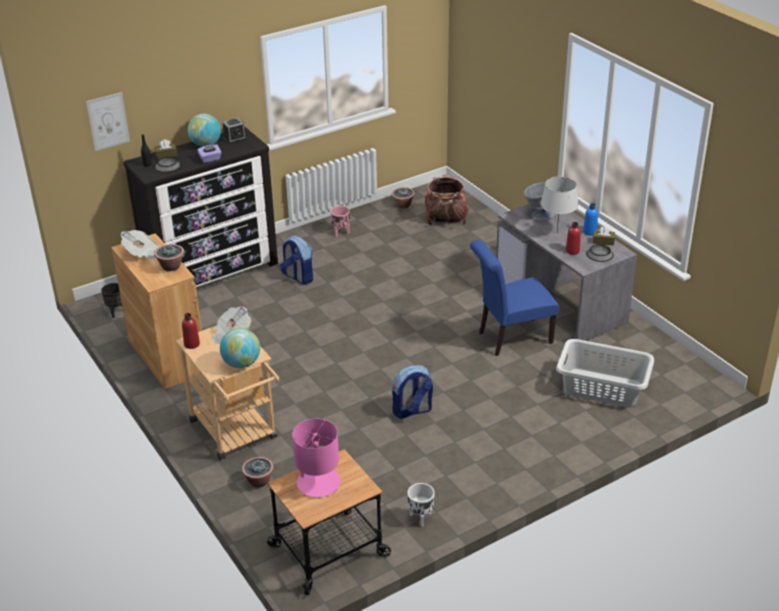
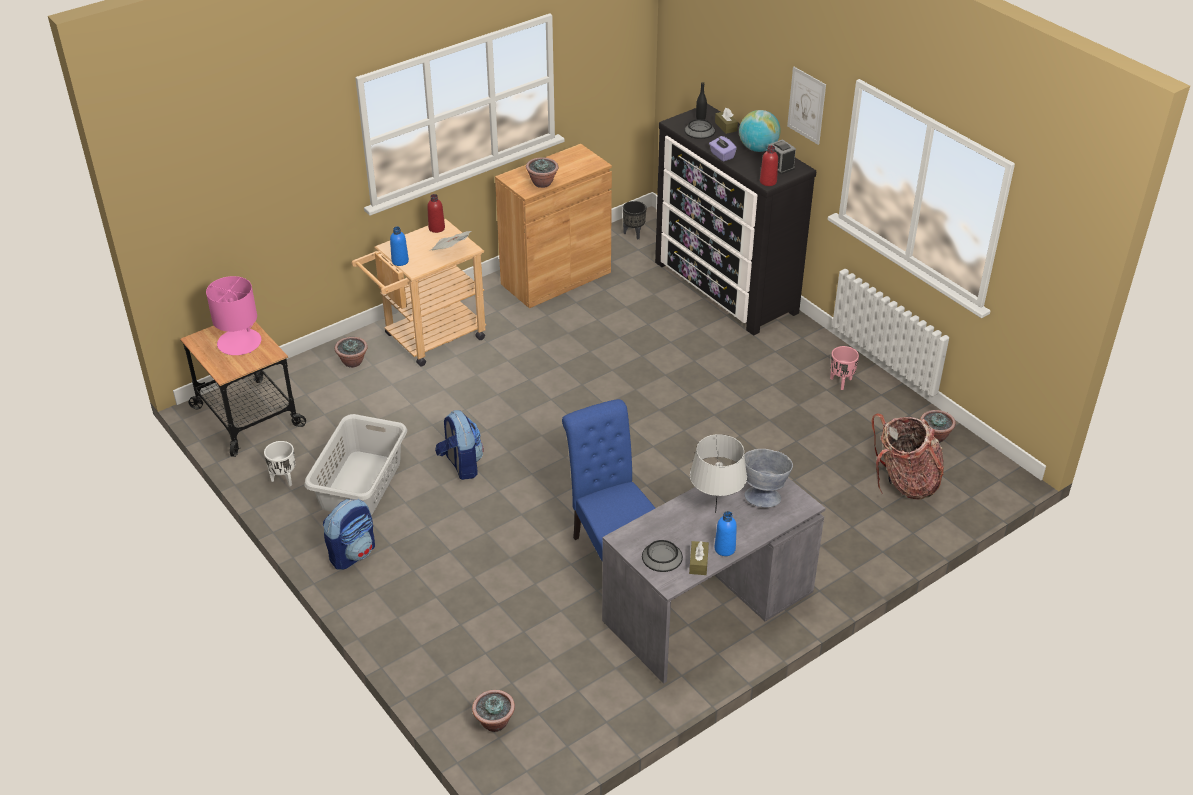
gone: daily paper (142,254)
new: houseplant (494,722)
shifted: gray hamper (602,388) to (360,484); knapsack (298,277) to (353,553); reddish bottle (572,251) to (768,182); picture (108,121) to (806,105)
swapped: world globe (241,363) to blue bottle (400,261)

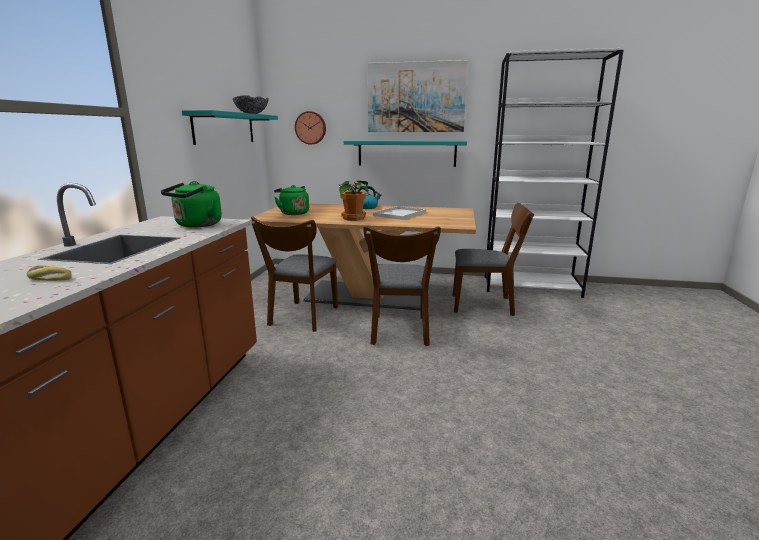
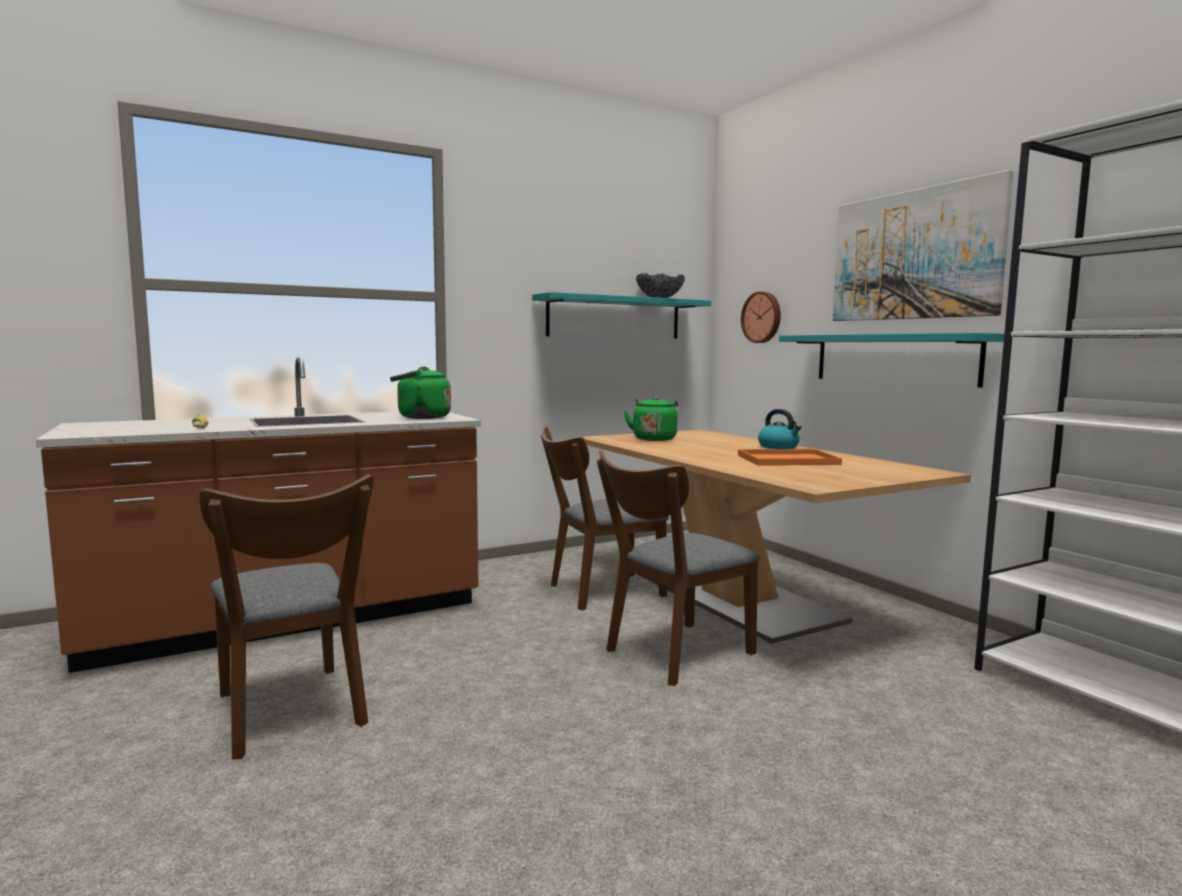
gone: houseplant (352,218)
shifted: brown-coloured upright chair (487,305) to (292,715)
repainted: white serving tray (399,214) to orangey serving tray (786,460)

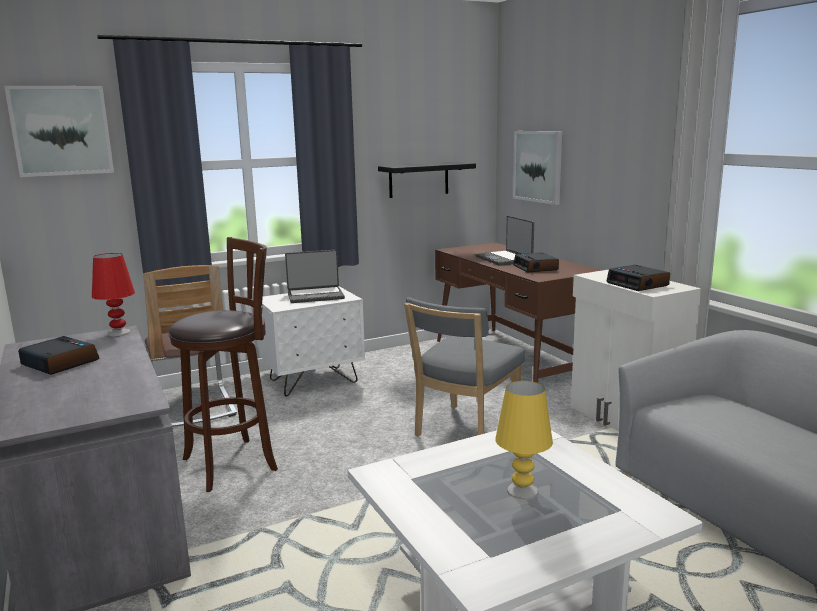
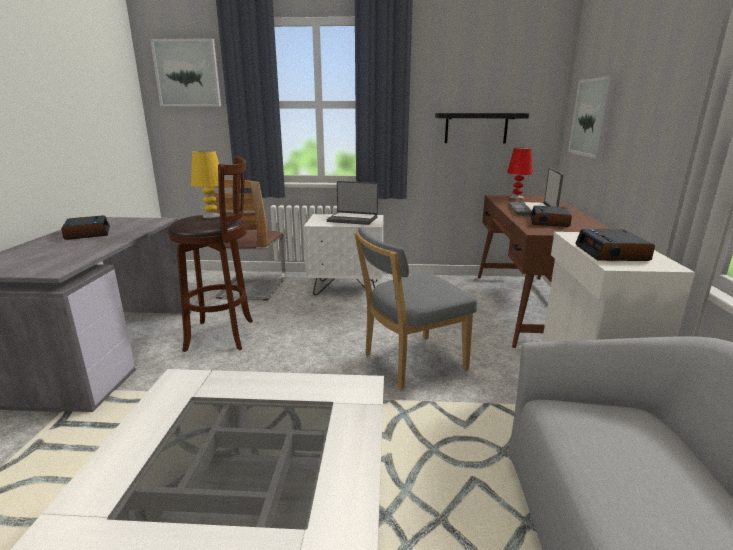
shifted: yellow tabletop lamp (522,491) to (211,216); reddish tabletop lamp (118,333) to (516,197)

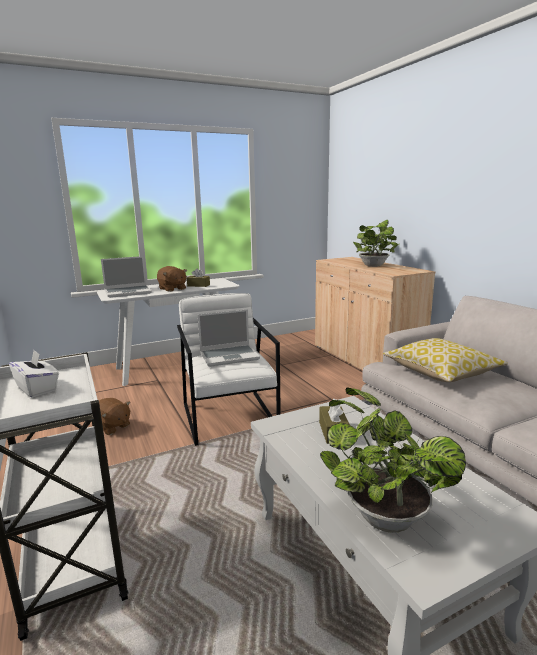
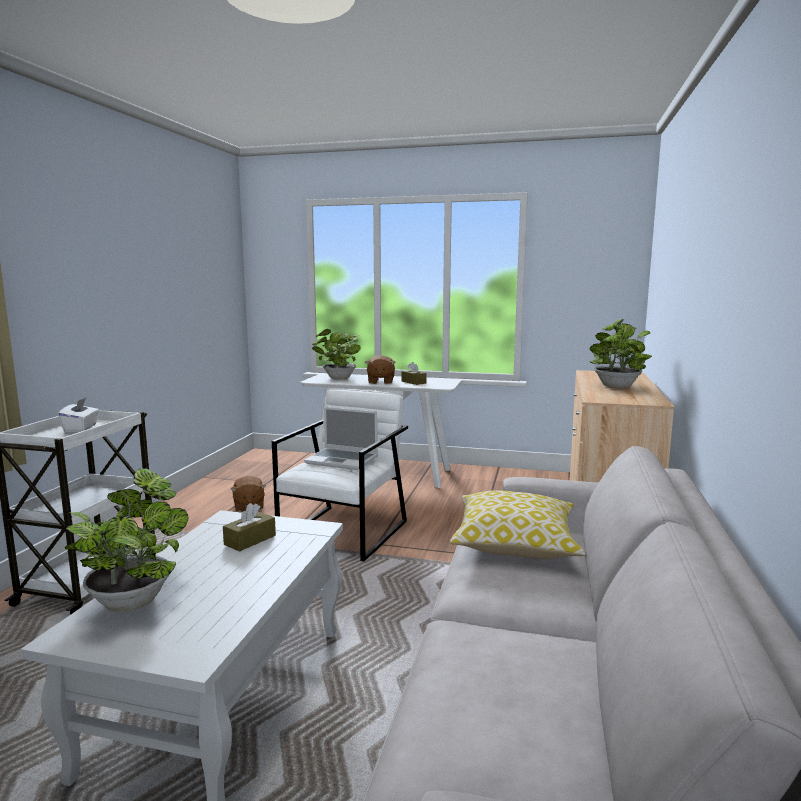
swapped: portable computer (128,292) to houseplant (338,378)

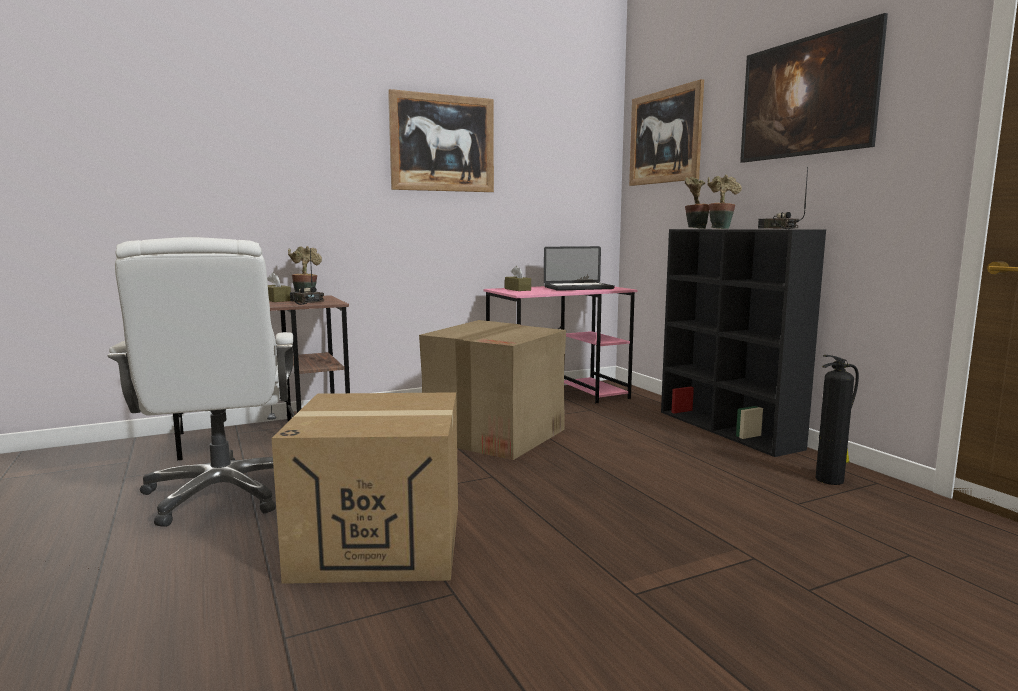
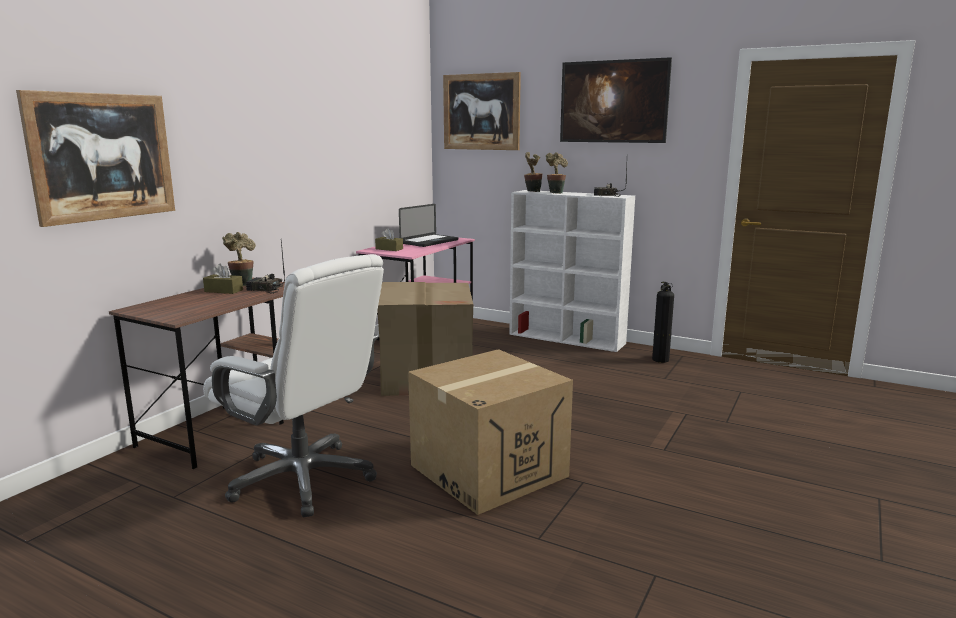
shifted: picture (442,143) to (103,157)
repainted: blackish shelving unit (728,430) to white shelving unit (567,339)

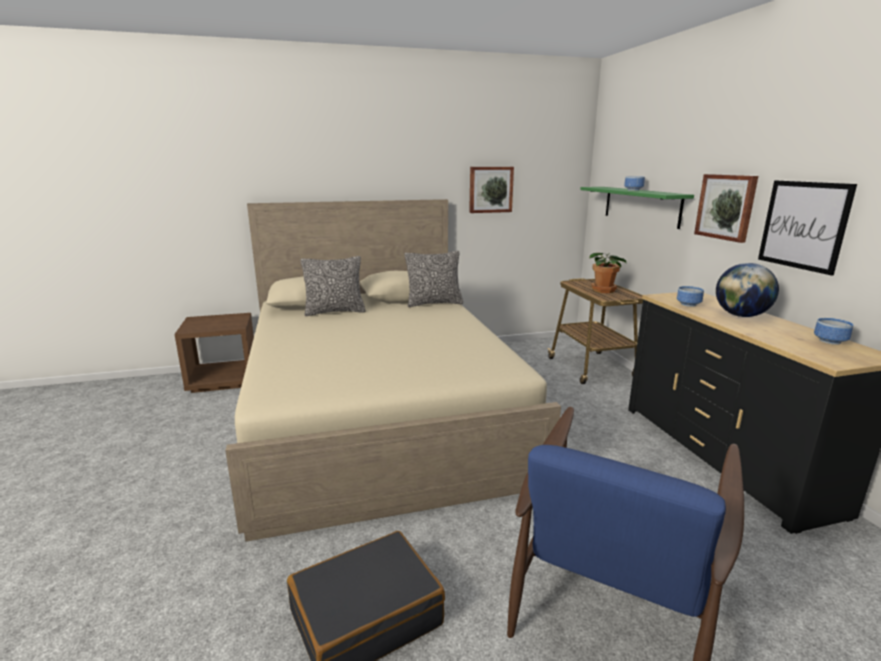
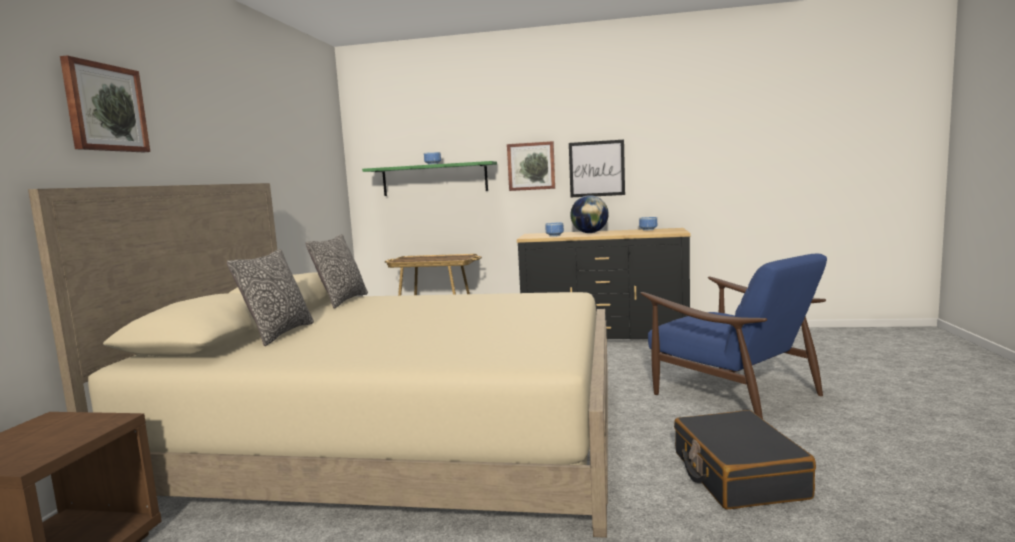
gone: houseplant (604,290)
shifted: picture (490,189) to (105,108)

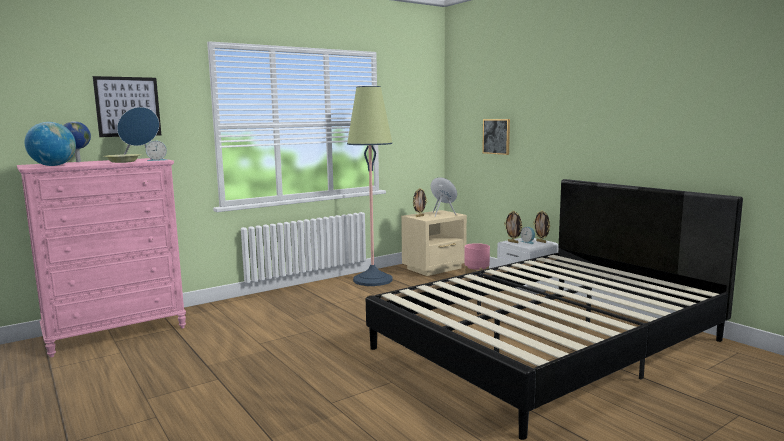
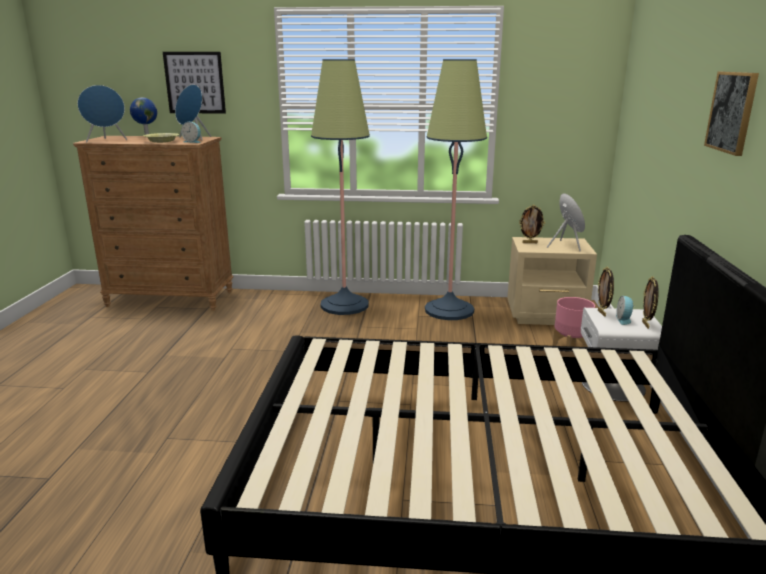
new: standing lamp (344,305)
shifted: picture (496,136) to (732,112)
swapped: world globe (53,165) to blue audio speaker (107,140)
repainted: pink dresser (116,332) to brown-coloured dresser (171,298)

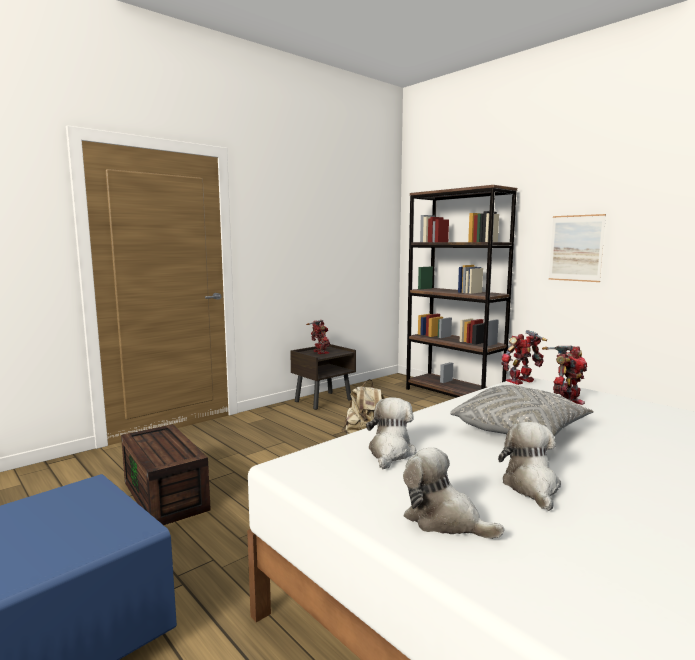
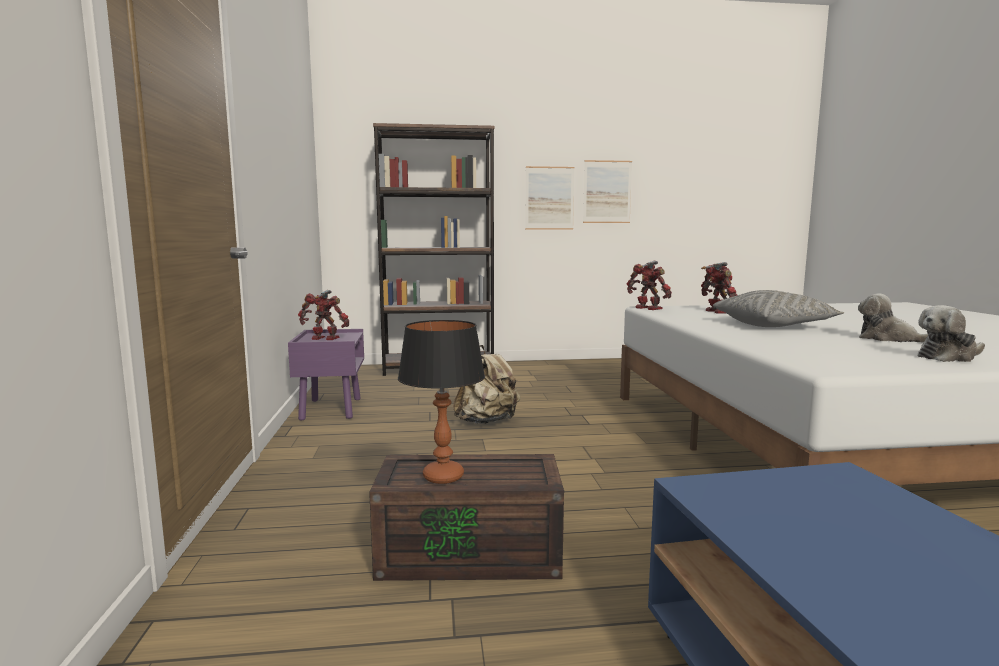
gone: plush toy (390,453)
new: tabletop lamp (443,477); picture (607,192)
repainted: brown-coloured night table (323,400) to purplish night table (331,409)
rotated: model robot (521,381) = (647,308) 135 degrees clockwise

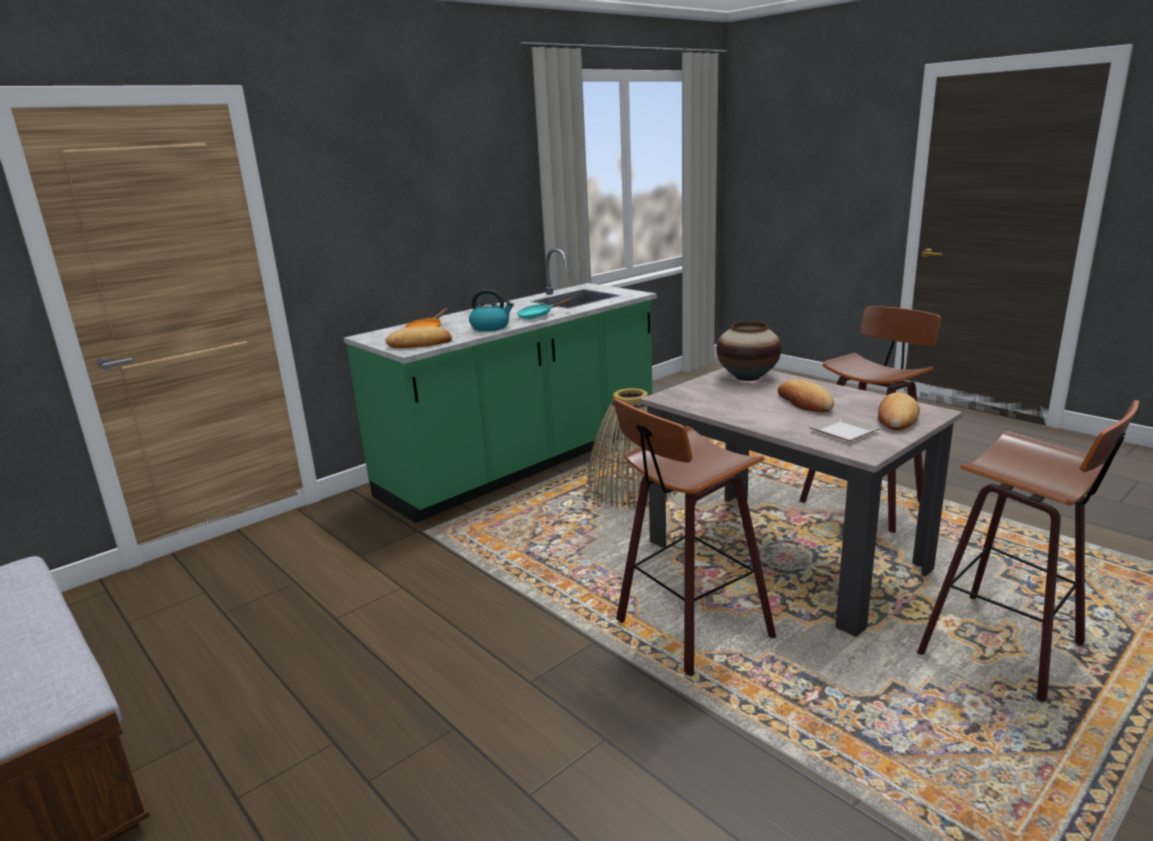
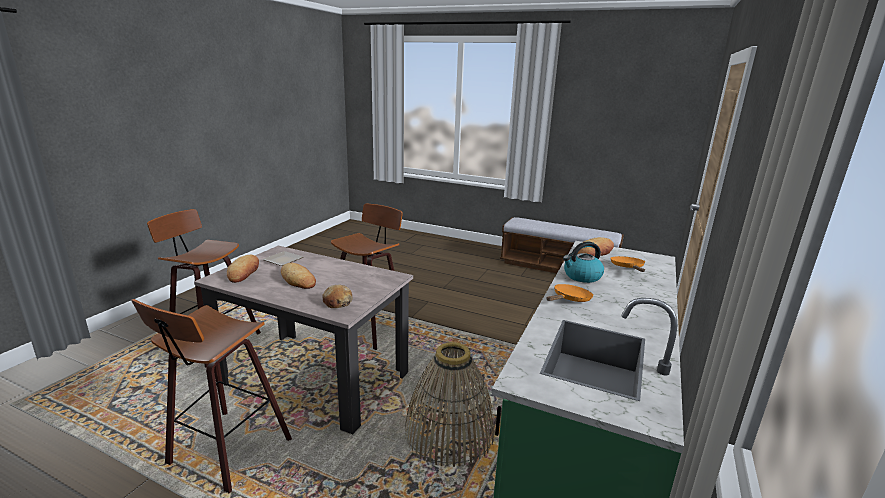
swapped: decorative vase (747,377) to bakery bread (337,302)
repainted: blue-green skillet (538,316) to orangey skillet (569,299)

